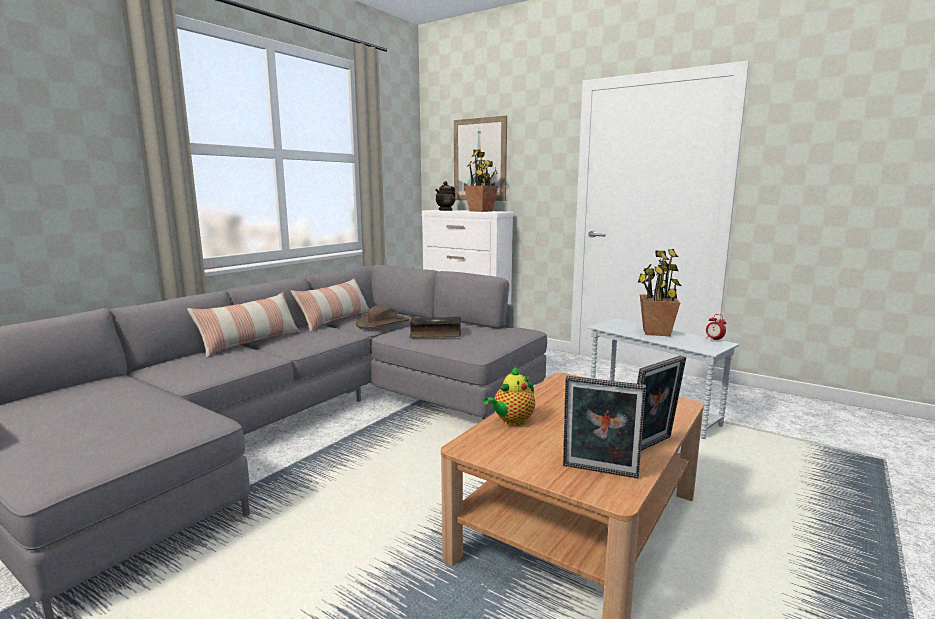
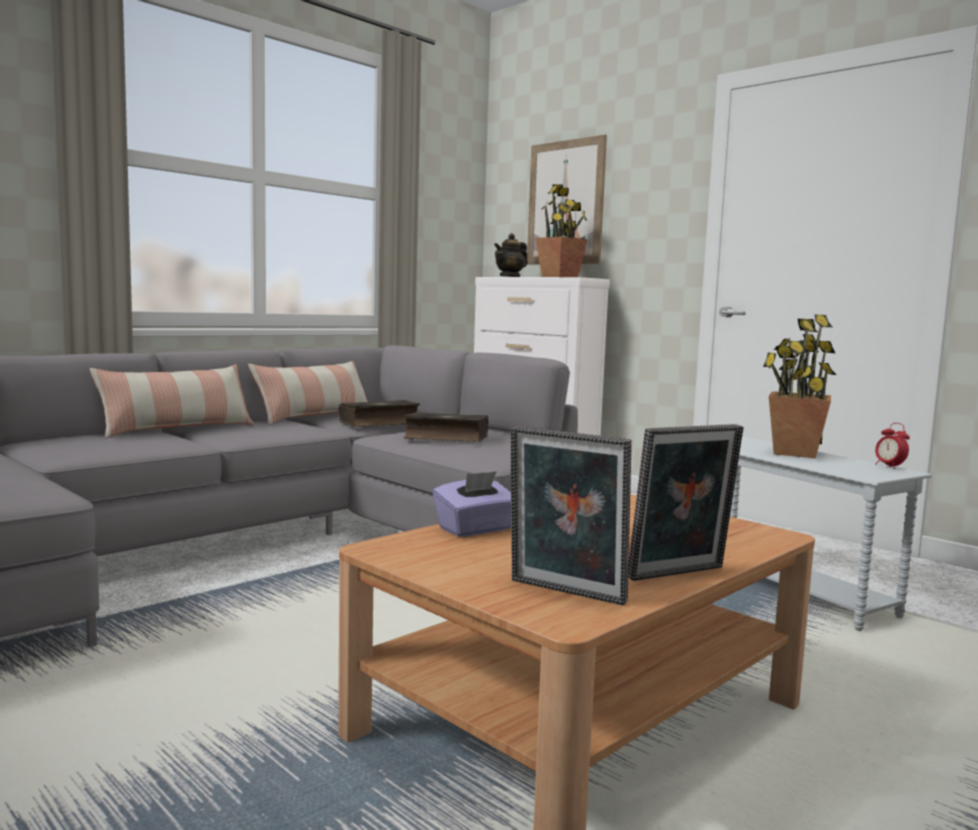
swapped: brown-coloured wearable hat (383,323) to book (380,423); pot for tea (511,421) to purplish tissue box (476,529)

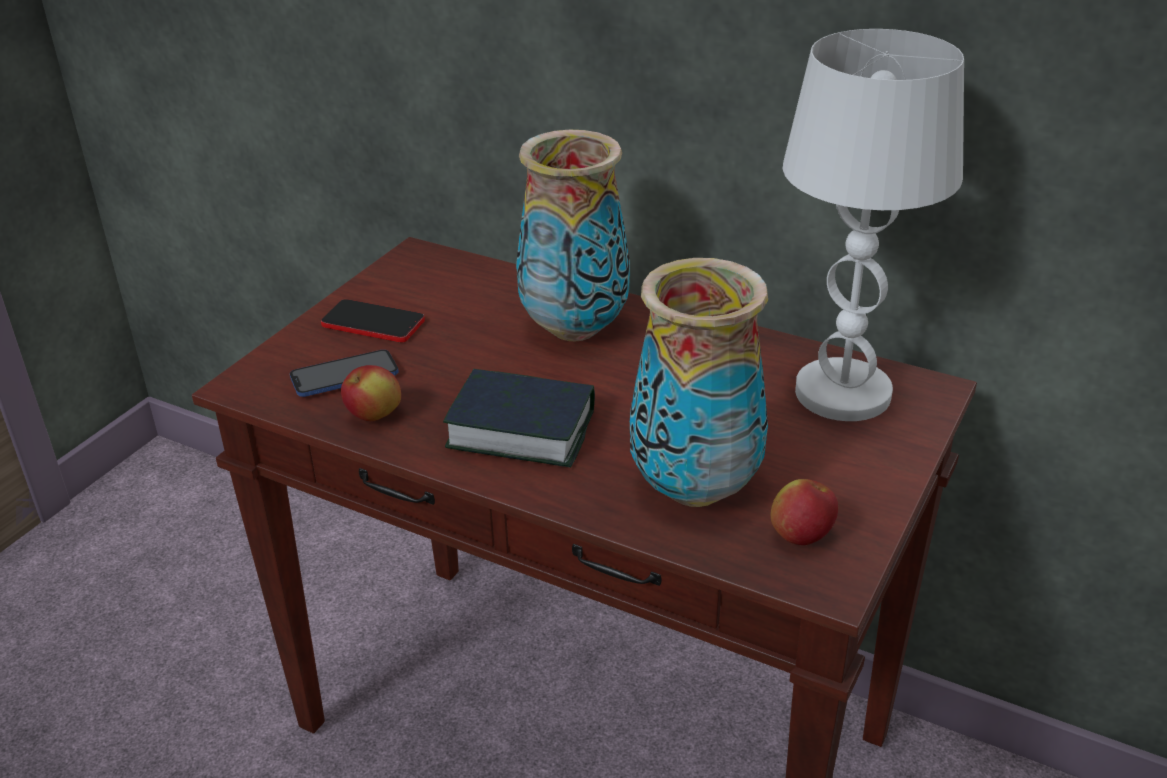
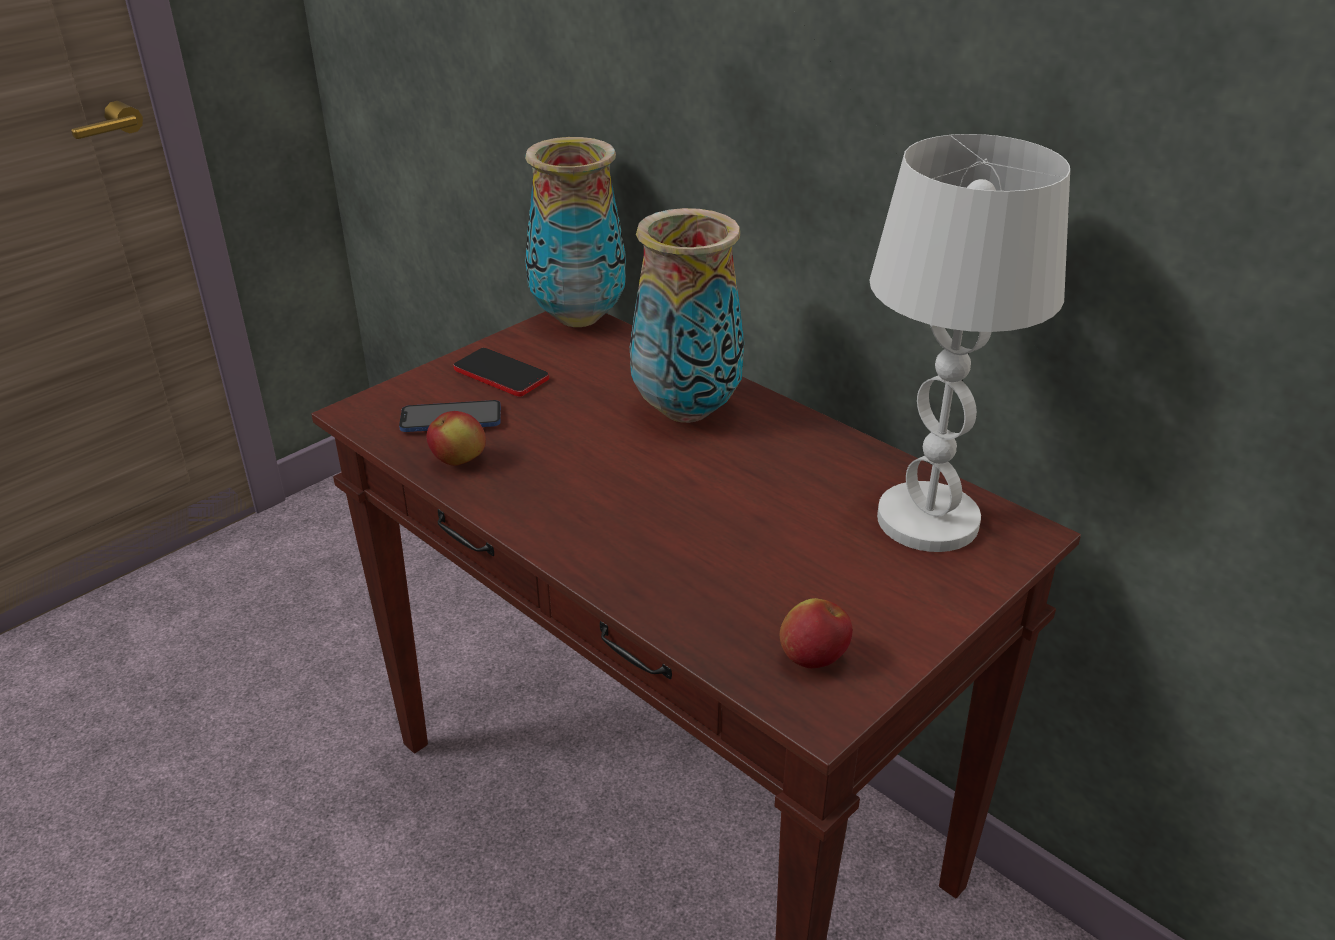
gone: book (521,429)
shifted: decorative vase (693,489) to (577,317)

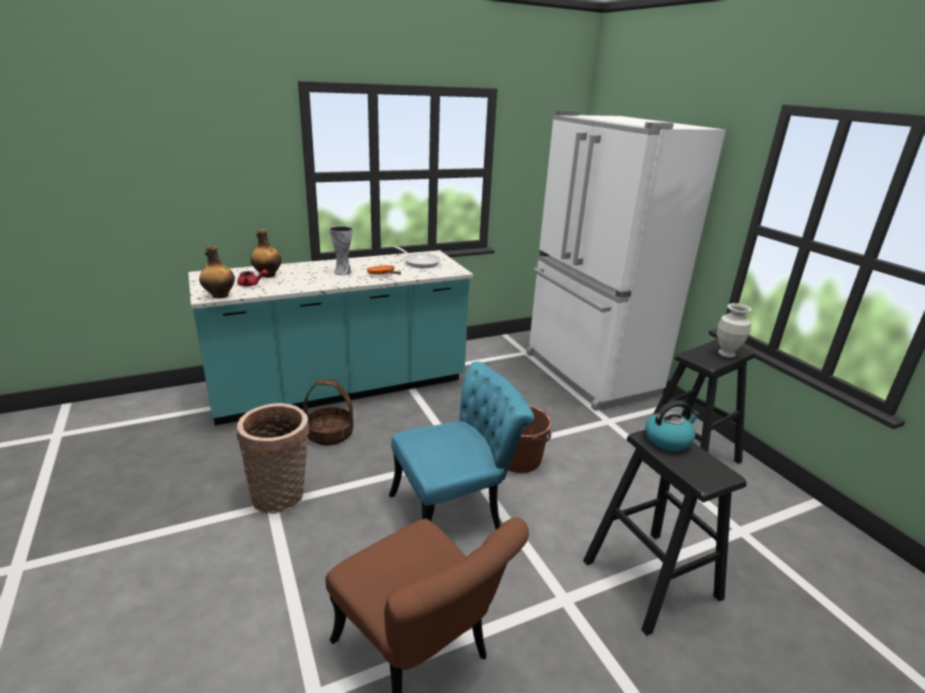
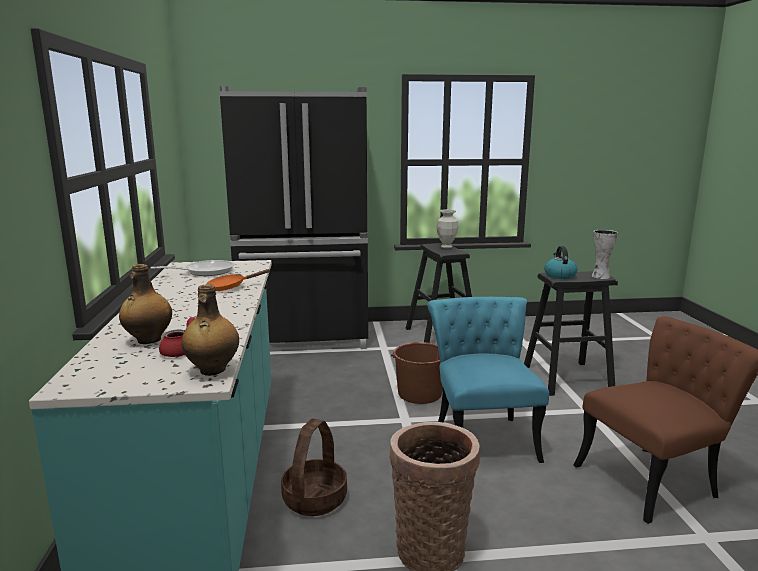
shifted: decorative vase (343,272) to (599,276)
repainted: white refrigerator (588,374) to blackish refrigerator (305,338)

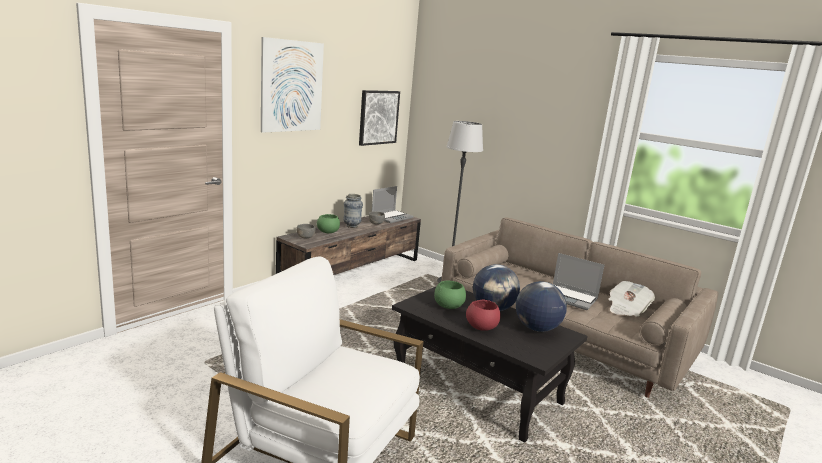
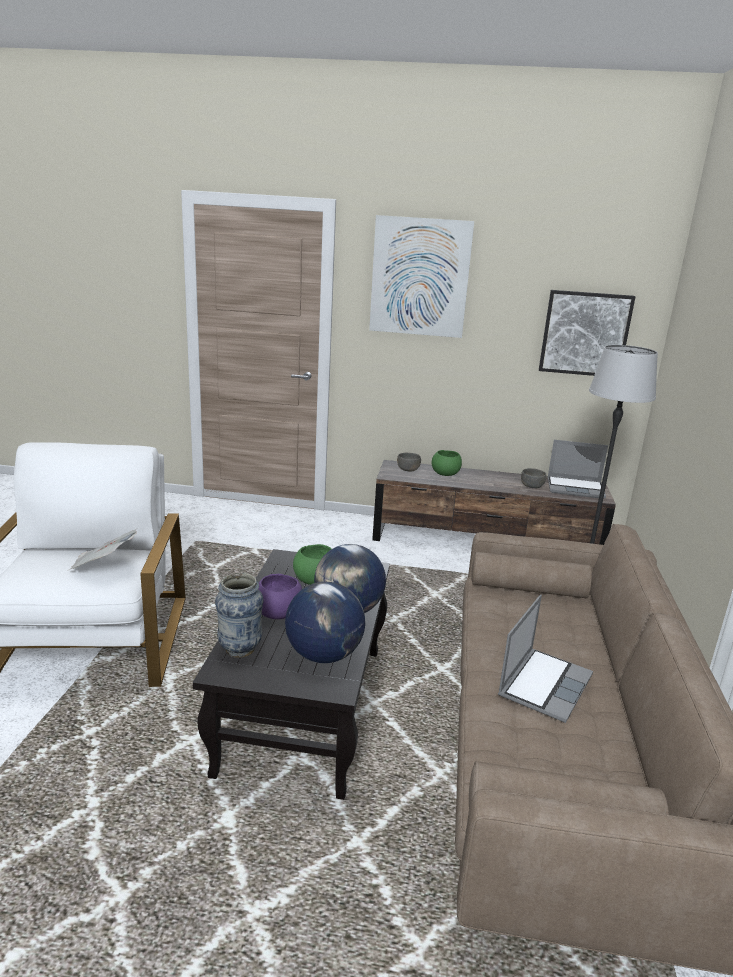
shifted: daily paper (626,309) to (104,565); decorative vase (351,226) to (240,649)
repainted: reddish deep dish (482,327) to purplish deep dish (279,613)
rotated: portable computer (570,298) = (544,684) 150 degrees counterclockwise

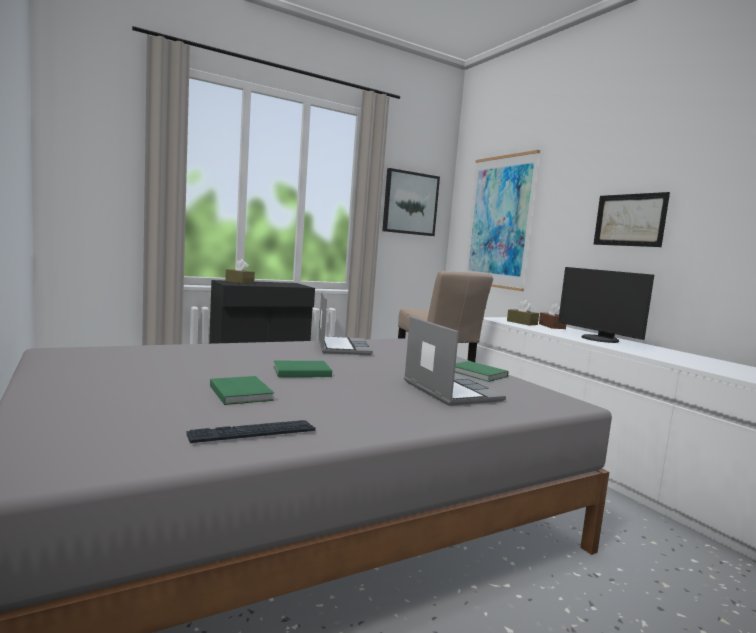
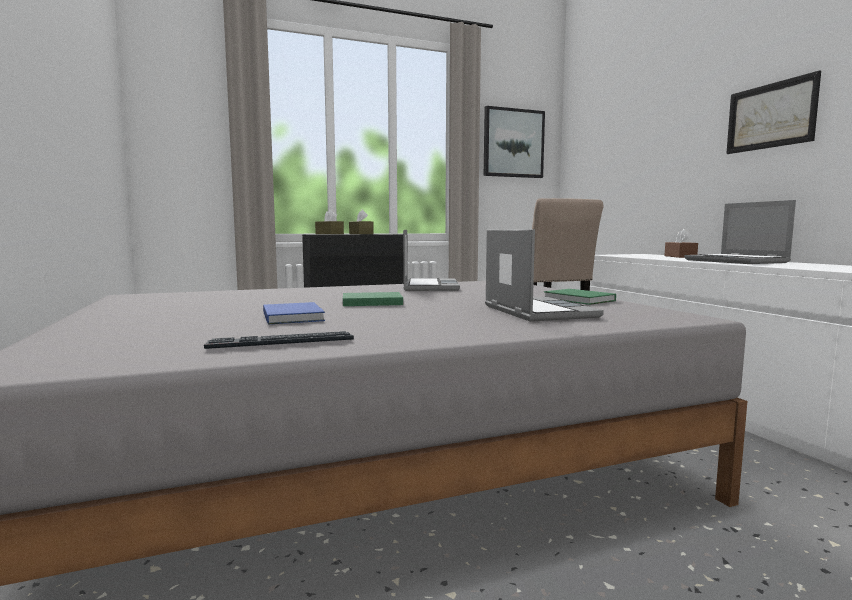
gone: picture (499,222)
shifted: brown-coloured tissue box (522,323) to (361,234)
swapped: computer screen (598,339) to portable computer (737,261)
repainted: green book (241,392) to blue book (293,316)

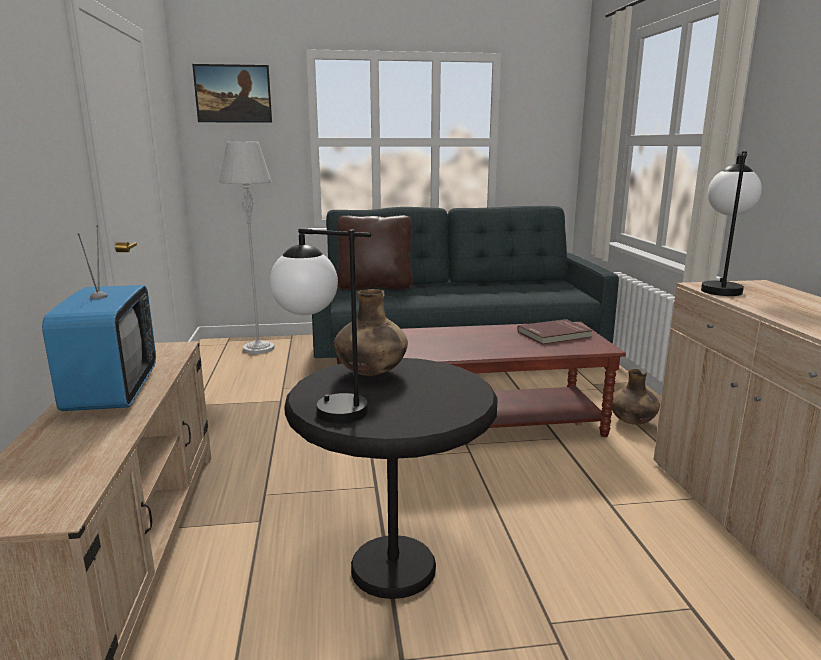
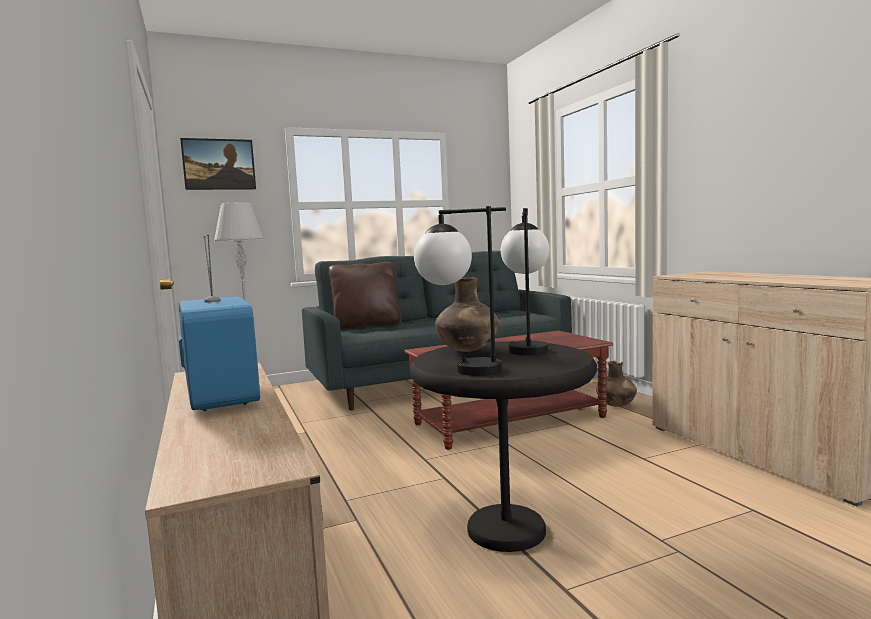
gone: reddish book (555,334)
shifted: tabletop lamp (719,288) to (527,348)

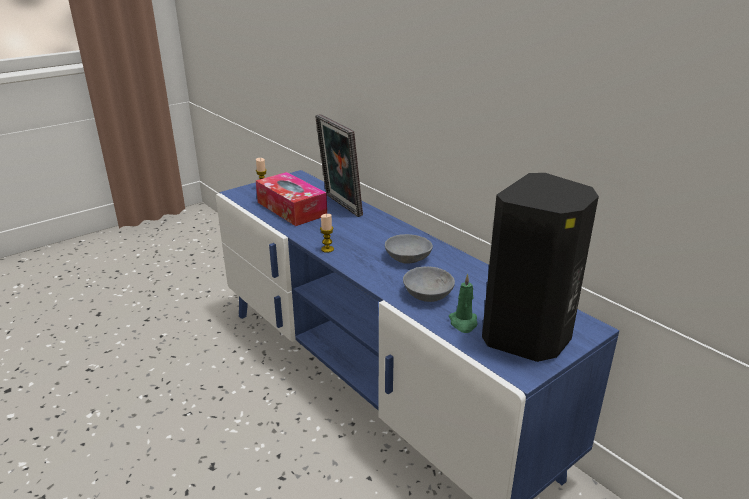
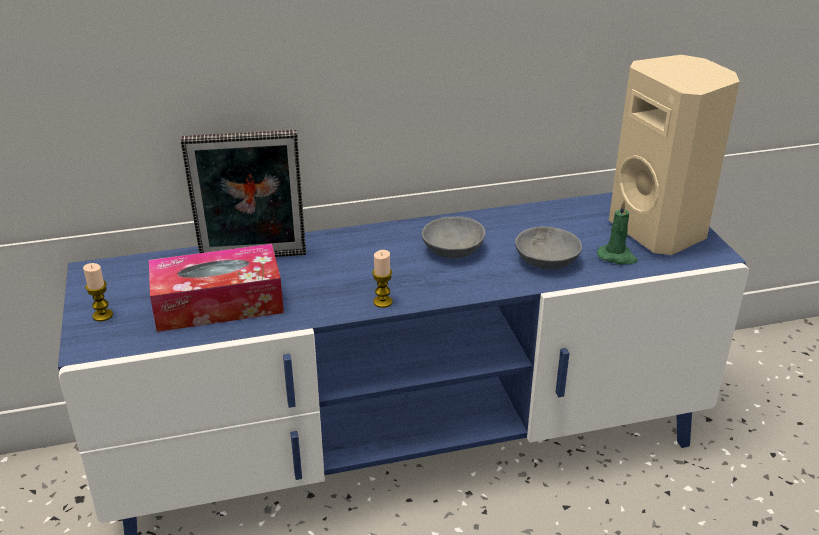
repainted: blackish audio speaker (529,337) to beige audio speaker (660,231)

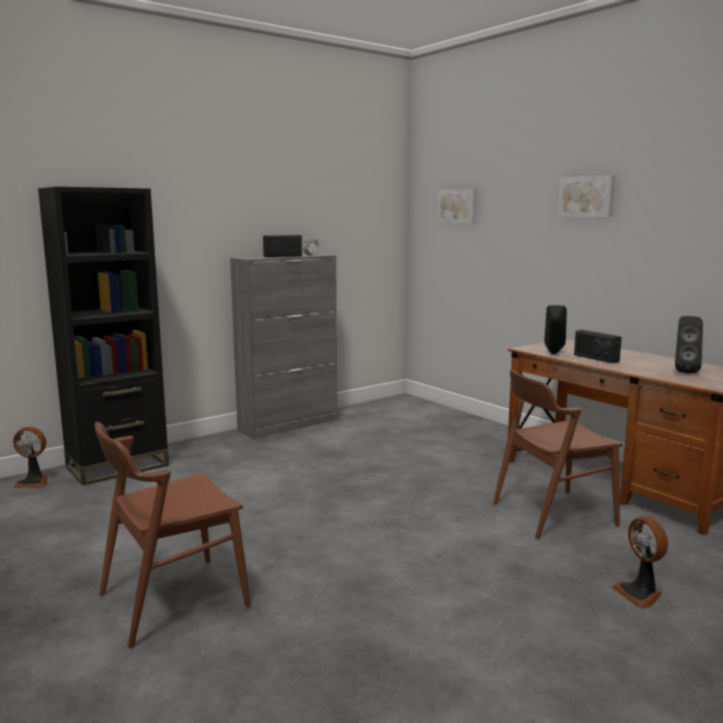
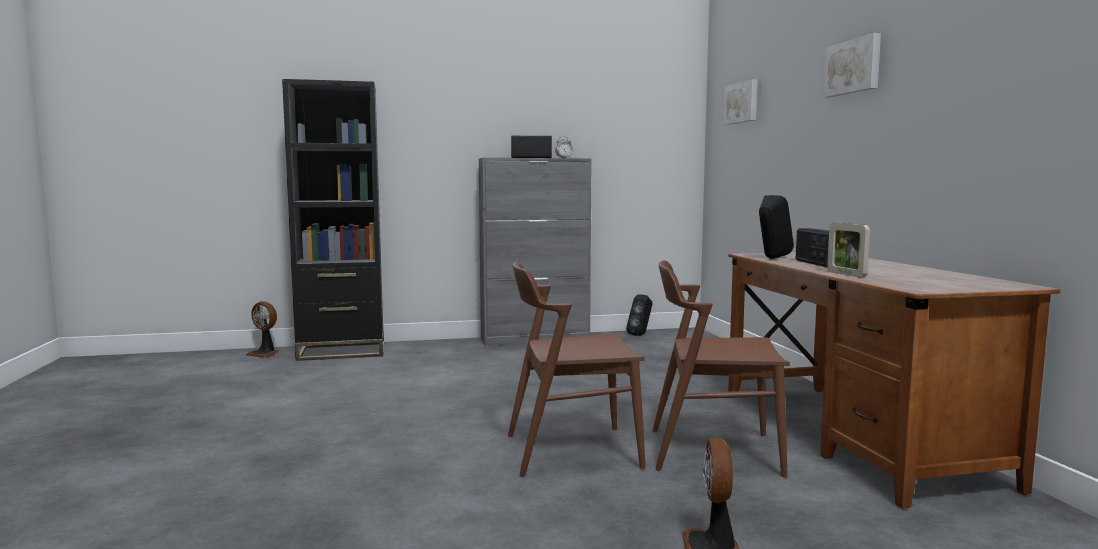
new: picture frame (846,274)
shifted: brown-coloured upright chair (172,600) to (571,451); blackish audio speaker (685,371) to (641,335)

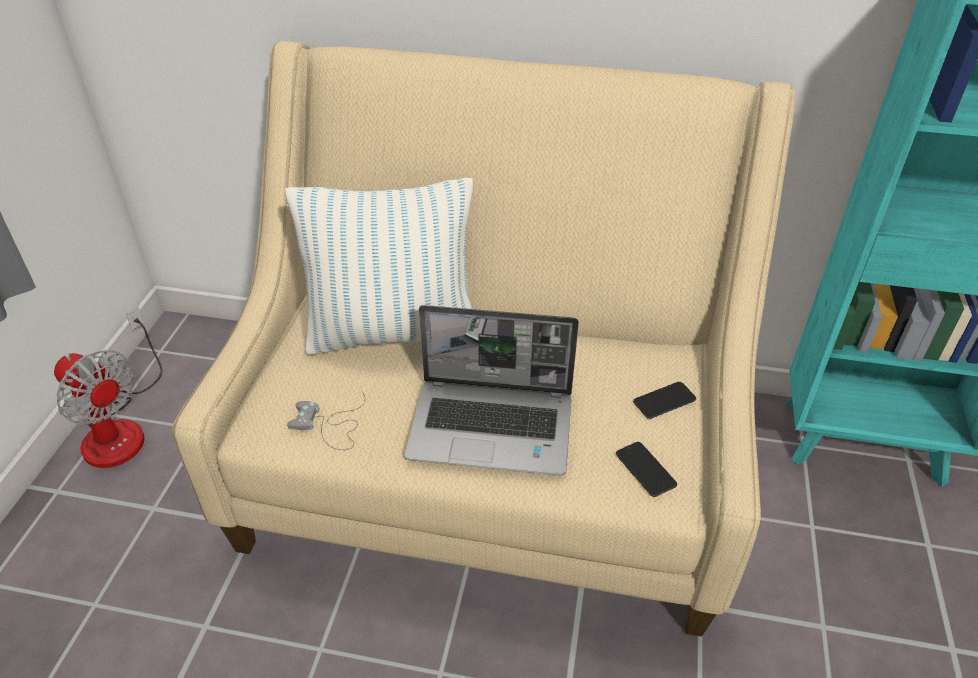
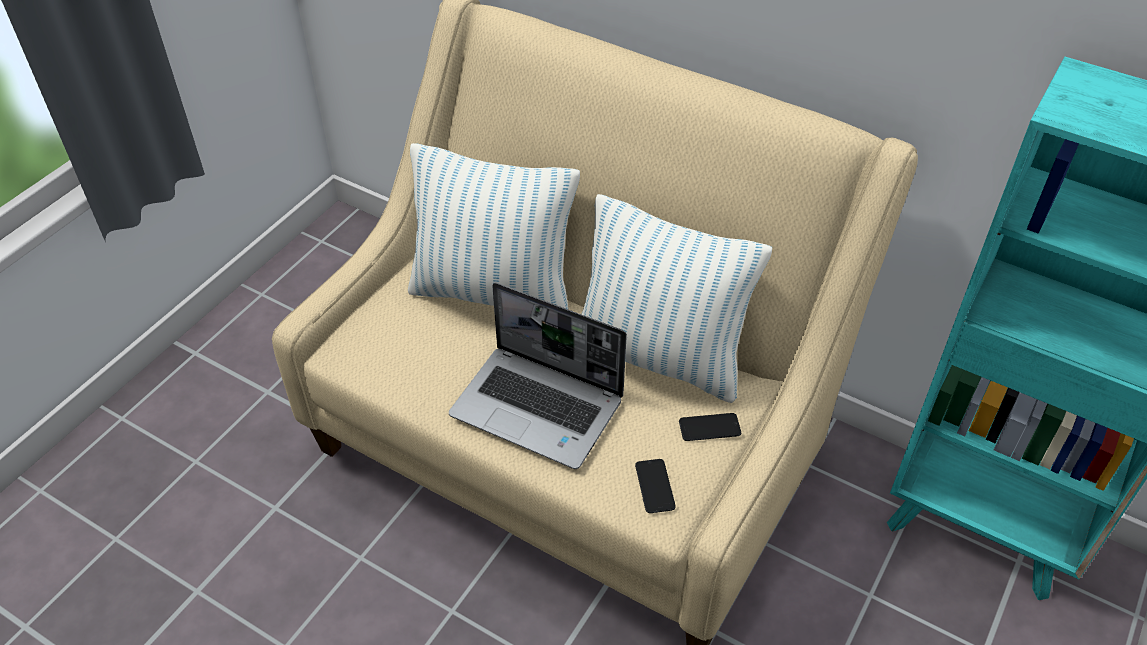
gone: electric fan (121,427); gray game controller (330,425)
new: pillow (660,357)

